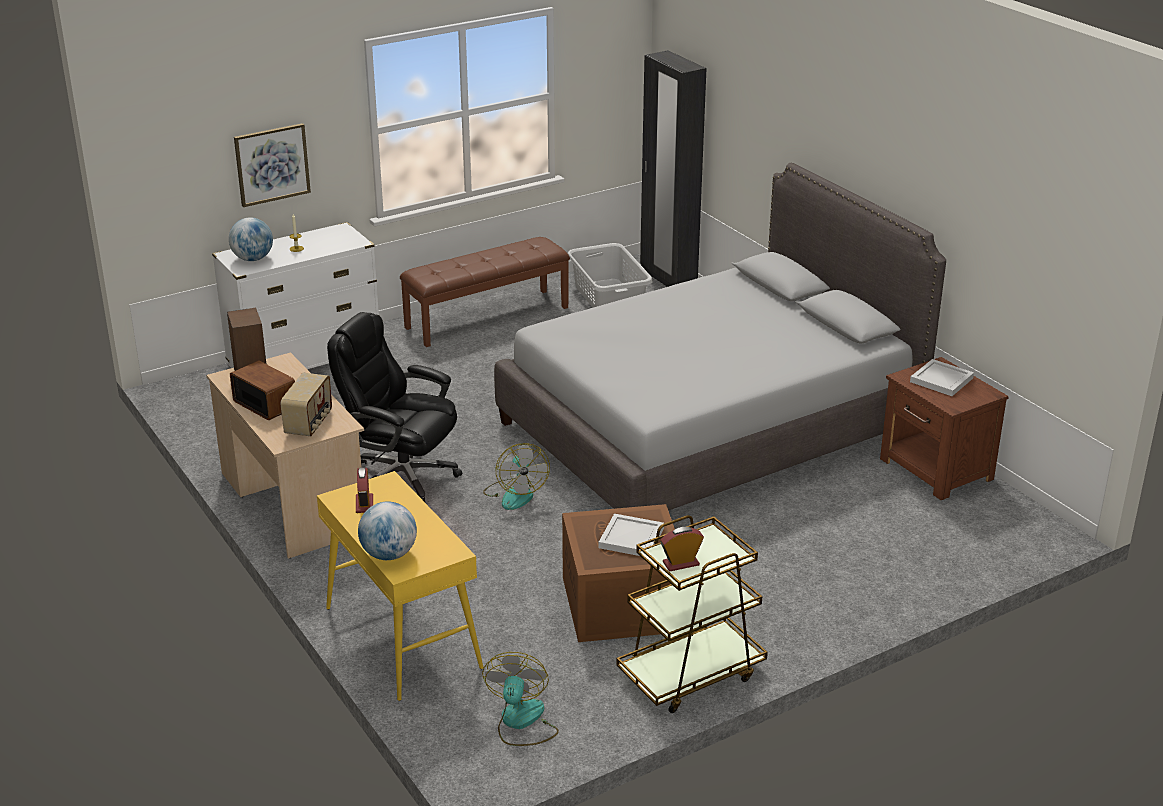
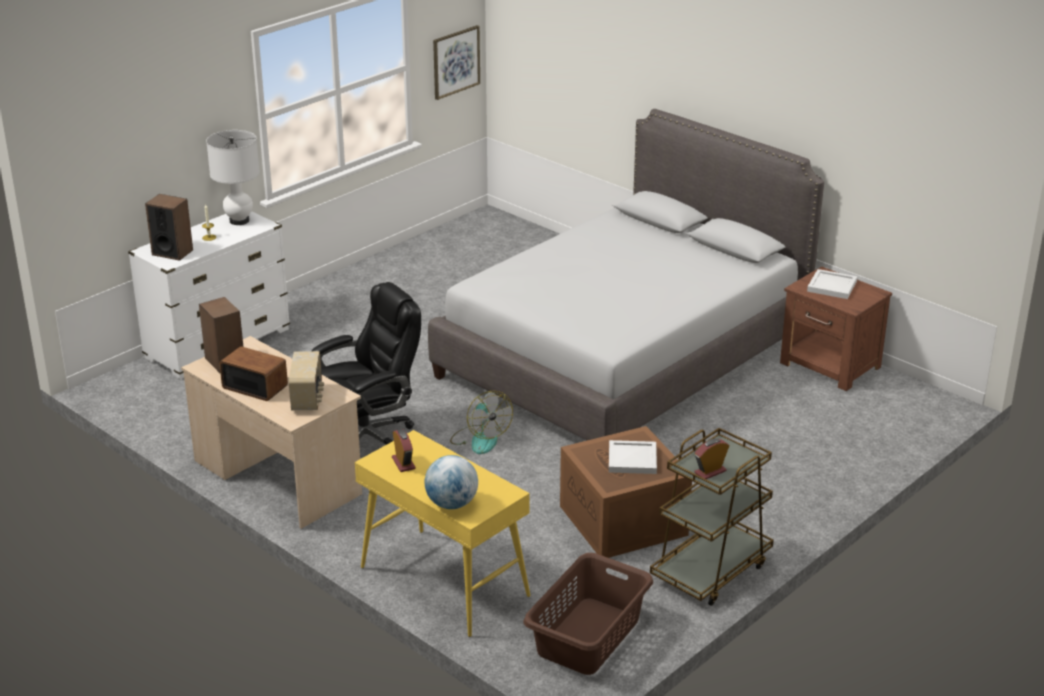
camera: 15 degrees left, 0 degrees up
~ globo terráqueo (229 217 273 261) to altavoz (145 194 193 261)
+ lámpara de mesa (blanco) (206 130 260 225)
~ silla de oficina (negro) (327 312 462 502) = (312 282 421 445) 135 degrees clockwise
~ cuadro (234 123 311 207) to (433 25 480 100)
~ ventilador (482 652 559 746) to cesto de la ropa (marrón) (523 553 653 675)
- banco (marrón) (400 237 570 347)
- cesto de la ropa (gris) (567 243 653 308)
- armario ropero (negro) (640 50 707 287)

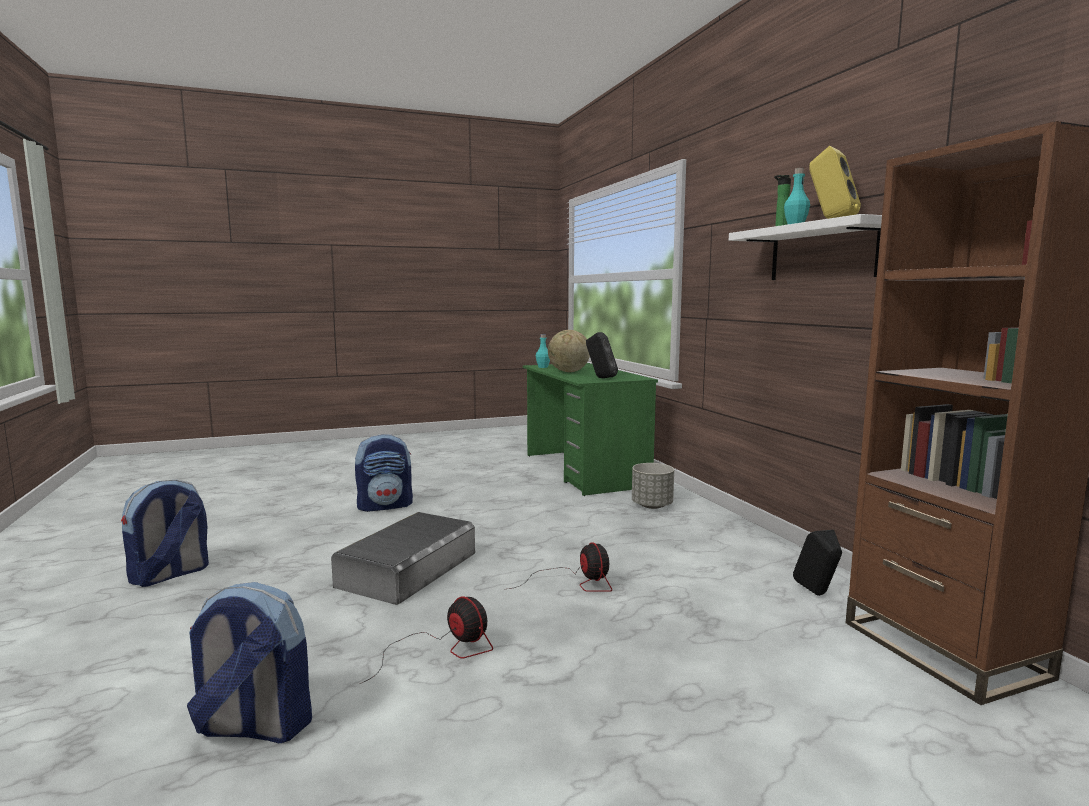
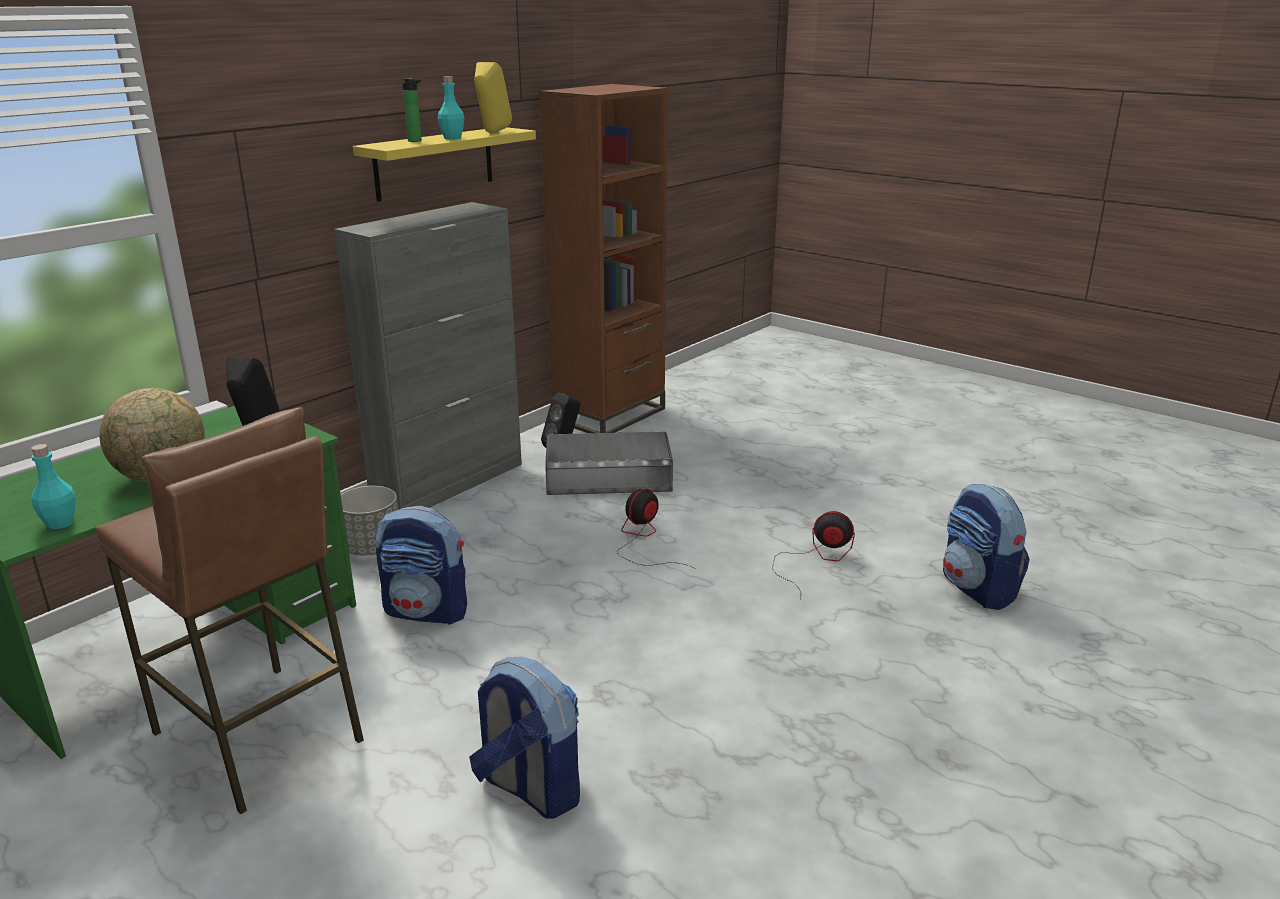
camera: 120 degrees left, 15 degrees up
+ taburete (marrón) (96 407 364 814)
+ armario (gris) (335 202 522 509)
~ estante (blanco) (729 214 882 280) to estante (amarillo) (353 127 536 202)
~ mochila (121 480 209 587) to (376 505 467 625)
~ caja de almacenaje (gris) (331 512 475 605) to (545 432 673 495)
~ ventilador (360 597 493 684) = (772 511 855 600) 90 degrees clockwise

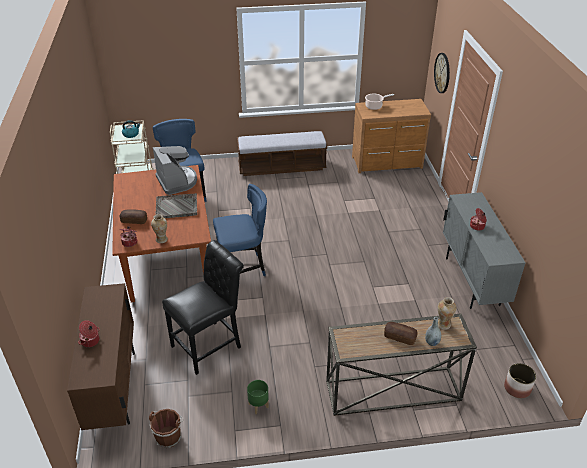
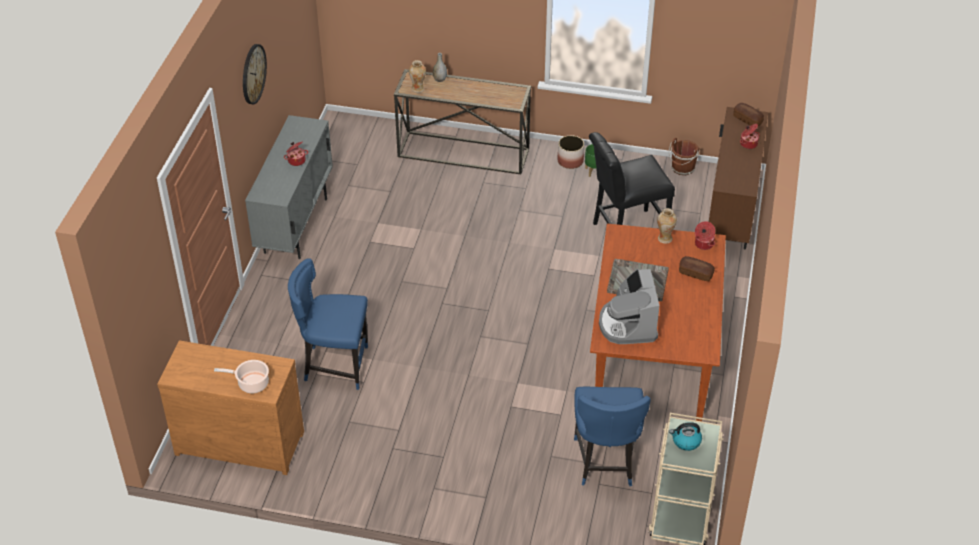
camera: 160 degrees left, 5 degrees up
~ reloj de pared (434 53 450 93) to (243 44 267 105)
~ silla (azul) (213 184 267 276) to (288 258 368 390)
~ maceta (504 363 536 398) to (557 135 584 169)
~ pan (384 322 418 345) to (733 103 764 126)
- banco (237 131 327 176)

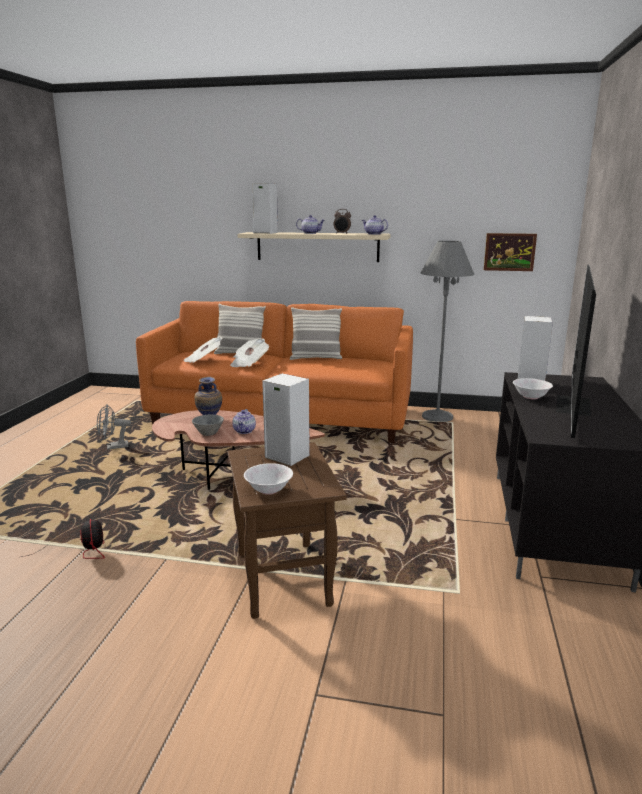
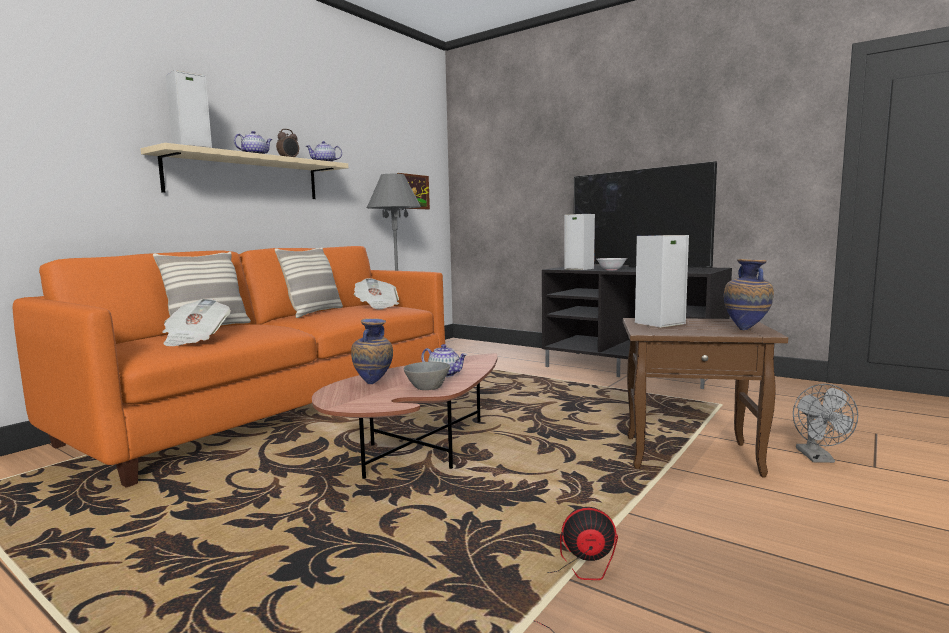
camera: 65 degrees left, 10 degrees down
~ periódico (230 338 269 367) to (354 278 399 309)
~ cuenco (blanco) (244 463 293 495) to florero (724 259 774 330)
~ ventilador (gris) (97 404 131 450) to (793 384 858 463)

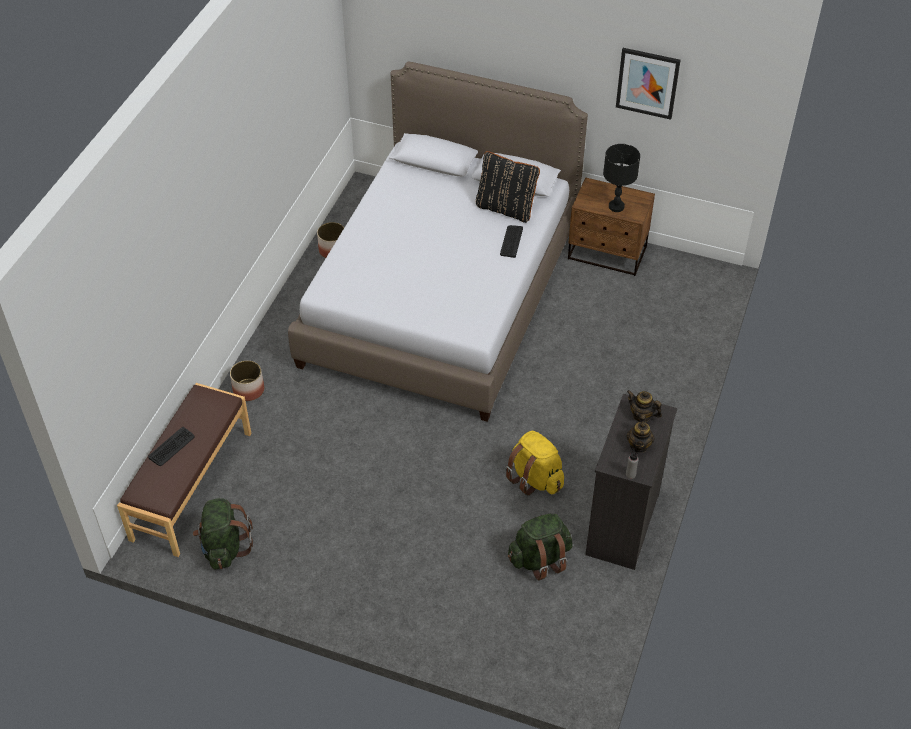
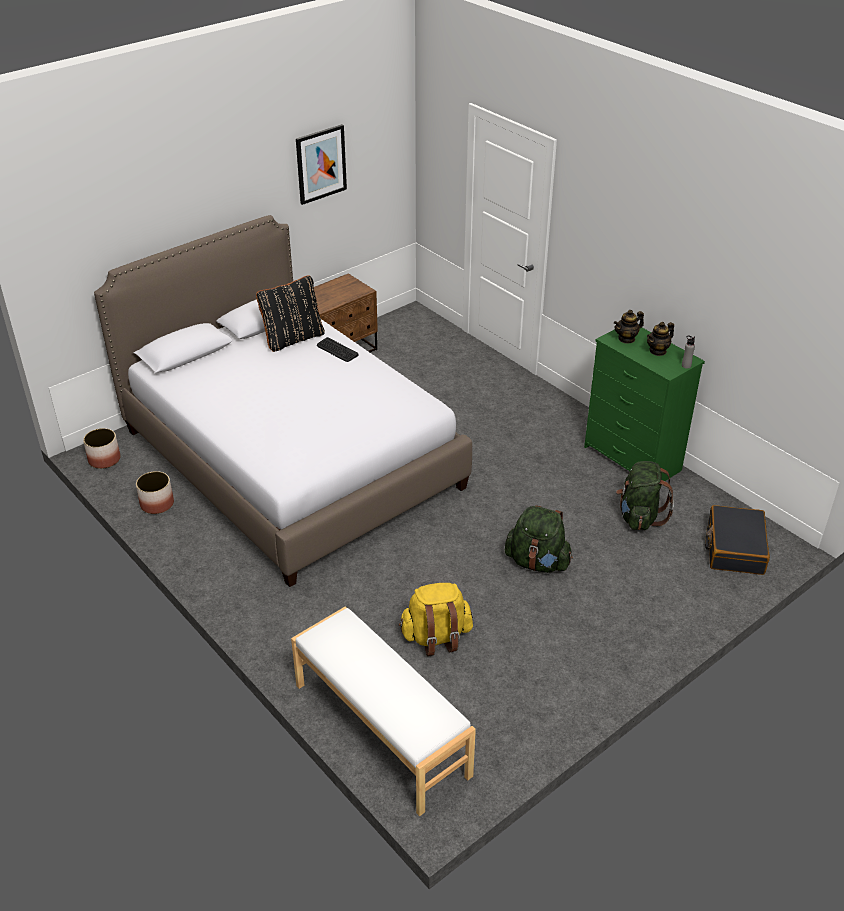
camera: 60 degrees left, 10 degrees down
~ maceta (230 360 264 401) to (83 428 120 469)
~ banco (marrón) (117 383 251 557) to banco (blanco) (291 607 476 816)
~ mochila (amarillo) (505 431 564 495) to (399 583 473 656)
~ mochila (verde) (193 498 253 570) to (505 505 573 573)
~ cómoda (negro) (585 394 677 570) to cómoda (verde) (584 328 705 481)
~ tetera (626 414 655 453) = (647 322 674 356) 105 degrees clockwise
+ maleta (negro) (705 505 770 575)
- teclado (148 427 195 466)
- lámpara de mesa (negro) (603 144 640 212)

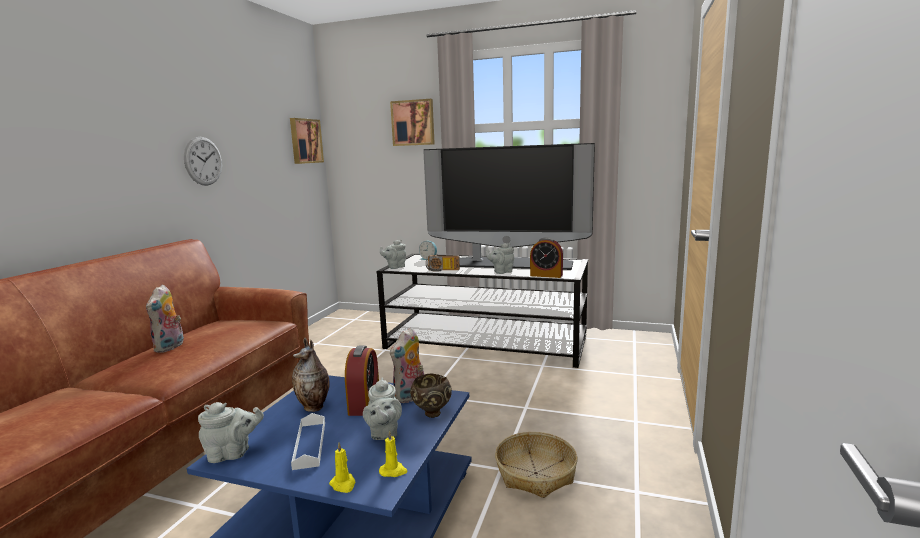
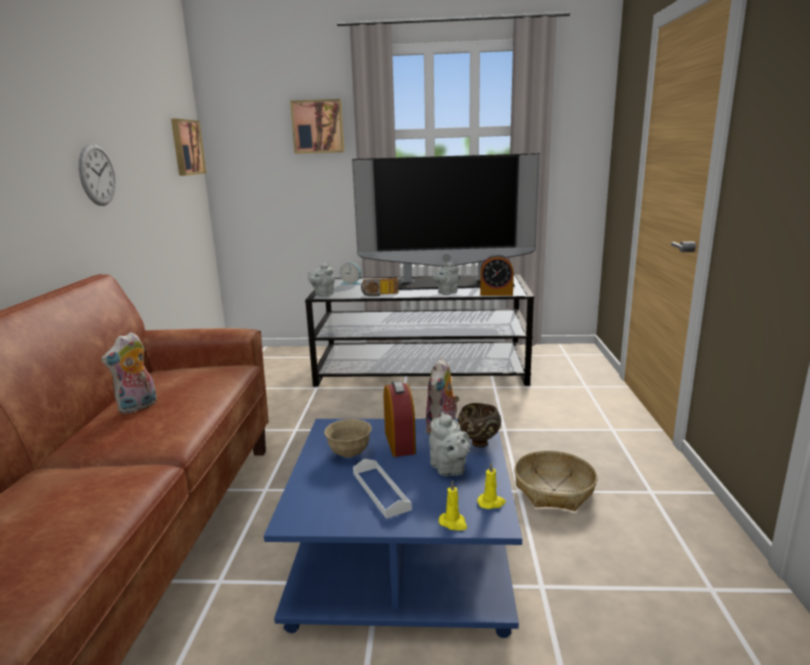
camera: 15 degrees left, 5 degrees up
~ peluche (146 284 184 353) = (101 332 157 414) 45 degrees clockwise
~ florero (292 338 330 412) to cuenco (beis) (324 419 372 458)
- tetera (gris) (198 402 264 463)

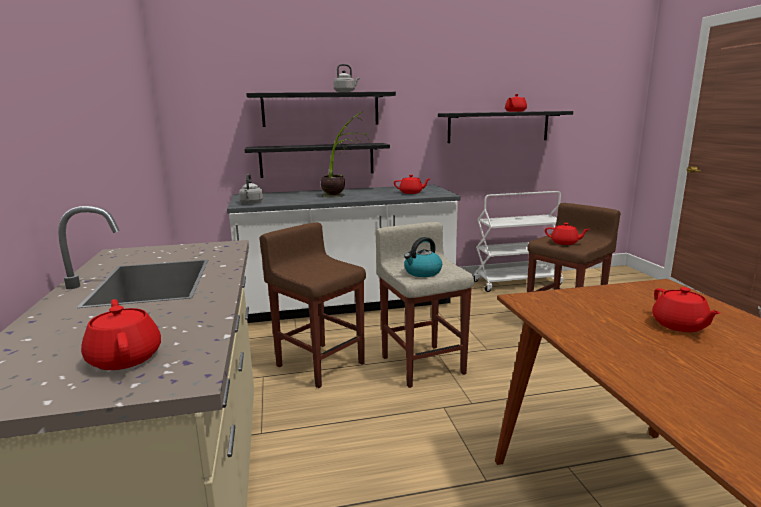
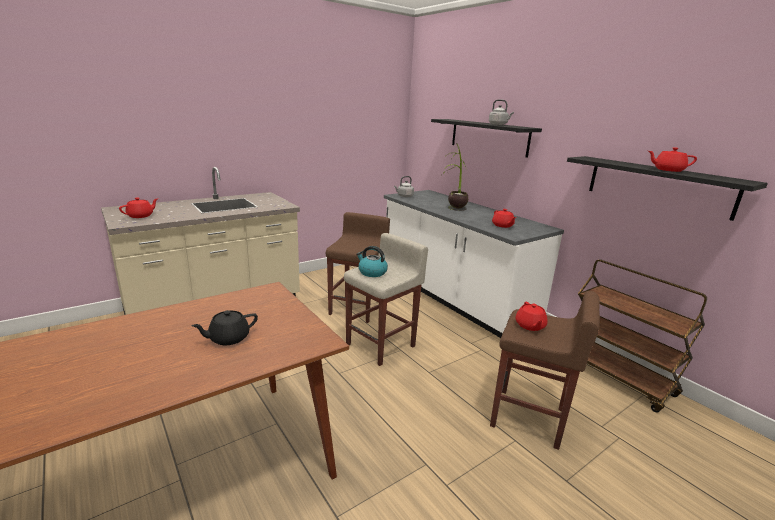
camera: 65 degrees right, 5 degrees up
~ tetera (rojo) (652 287 720 332) to tetera (negro) (191 310 258 345)
~ carrito (blanco) (473 191 563 292) to carrito (marrón) (578 259 707 412)
- estante (negro) (244 143 390 178)

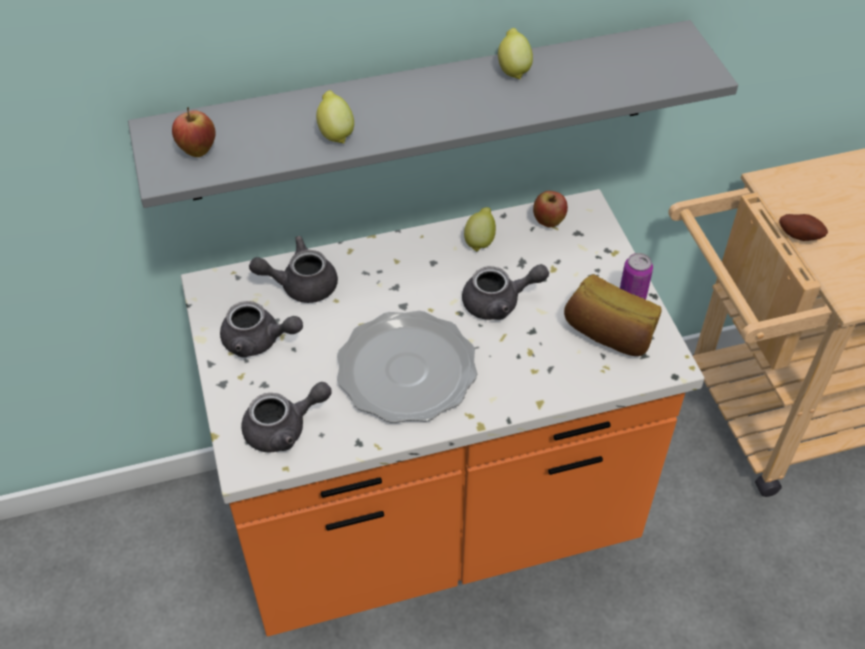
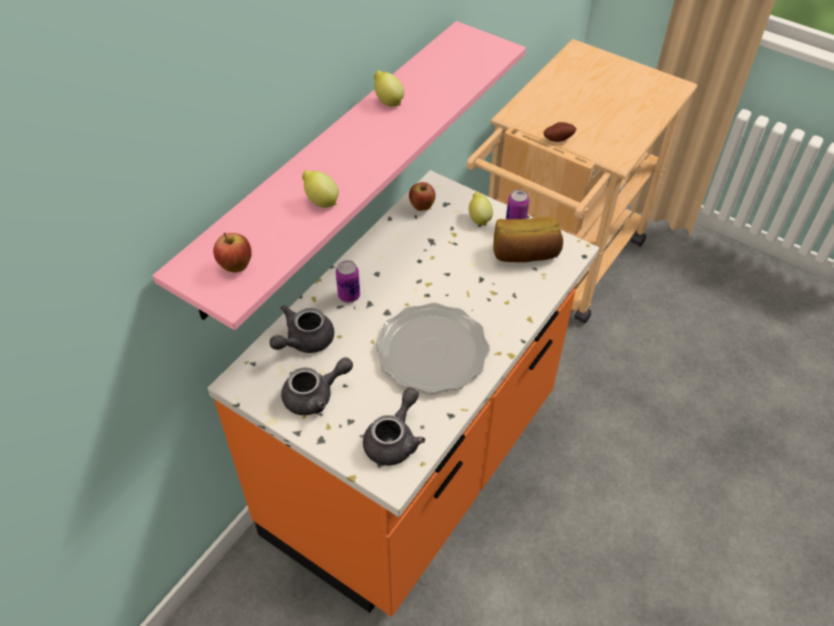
camera: 40 degrees left, 0 degrees up
~ estante (gris) (128 20 738 208) to estante (rosa) (152 21 526 330)
+ lata (336 261 360 303)
~ limón (464 207 496 252) to (469 192 493 226)
- tetera (gris) (462 264 549 320)

